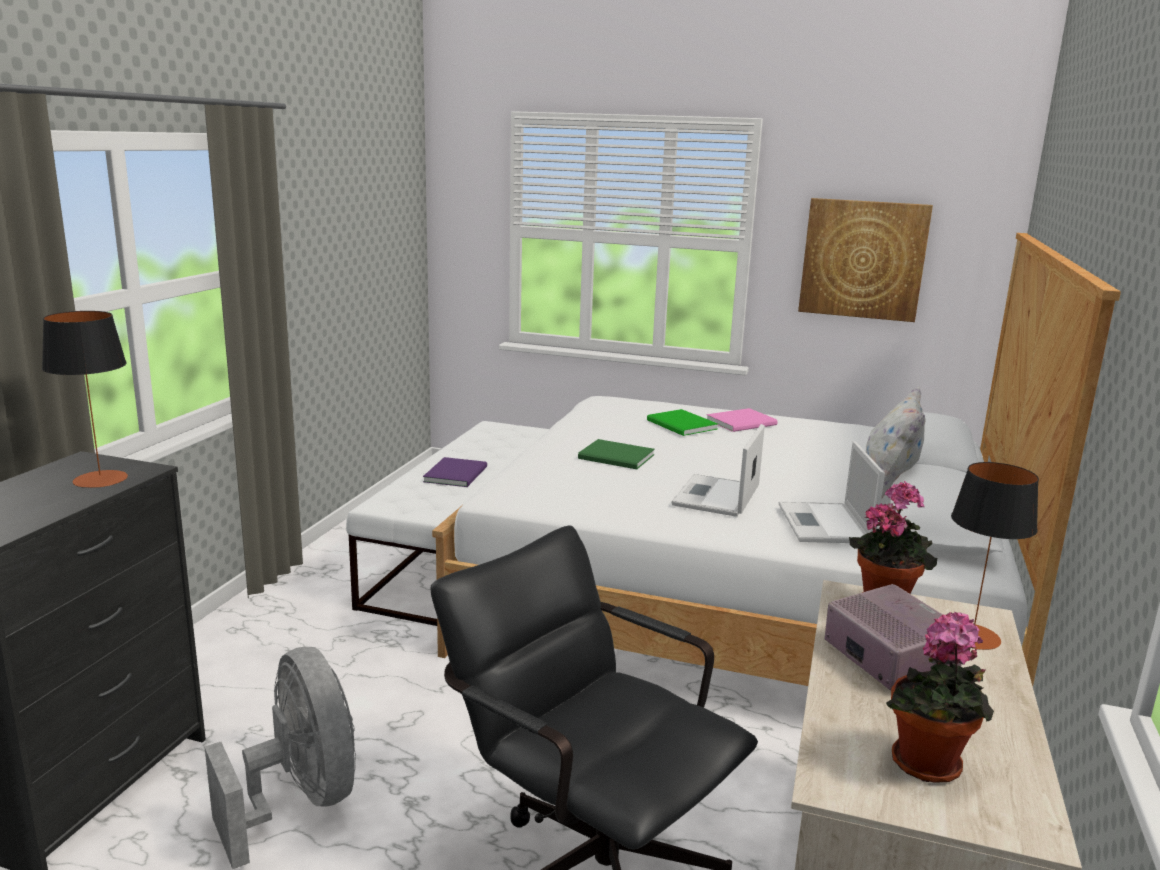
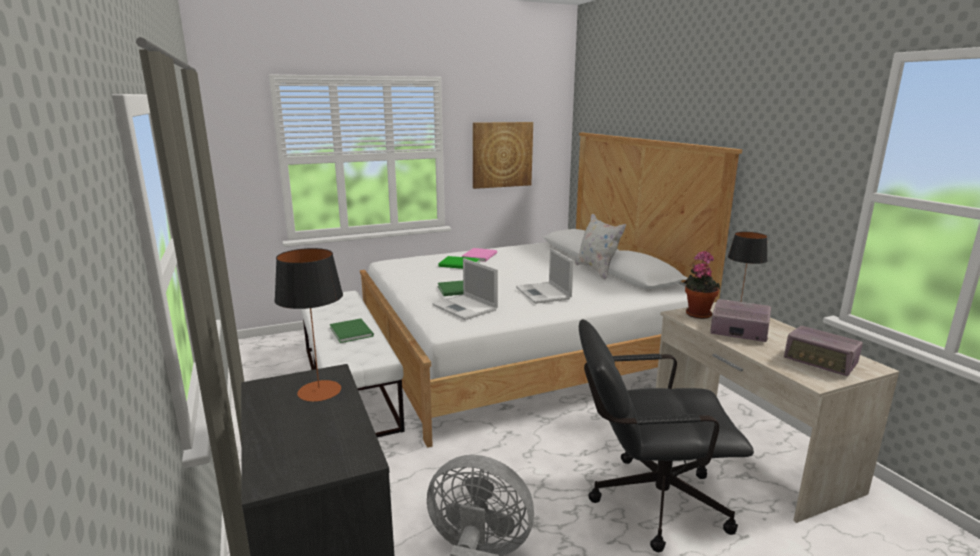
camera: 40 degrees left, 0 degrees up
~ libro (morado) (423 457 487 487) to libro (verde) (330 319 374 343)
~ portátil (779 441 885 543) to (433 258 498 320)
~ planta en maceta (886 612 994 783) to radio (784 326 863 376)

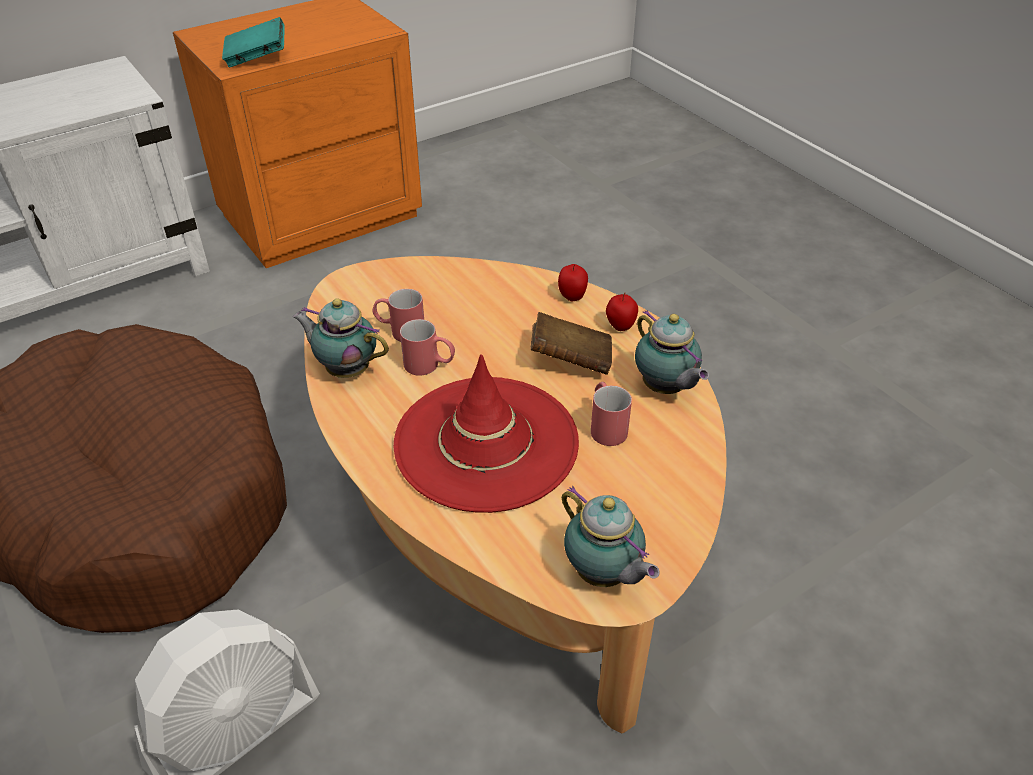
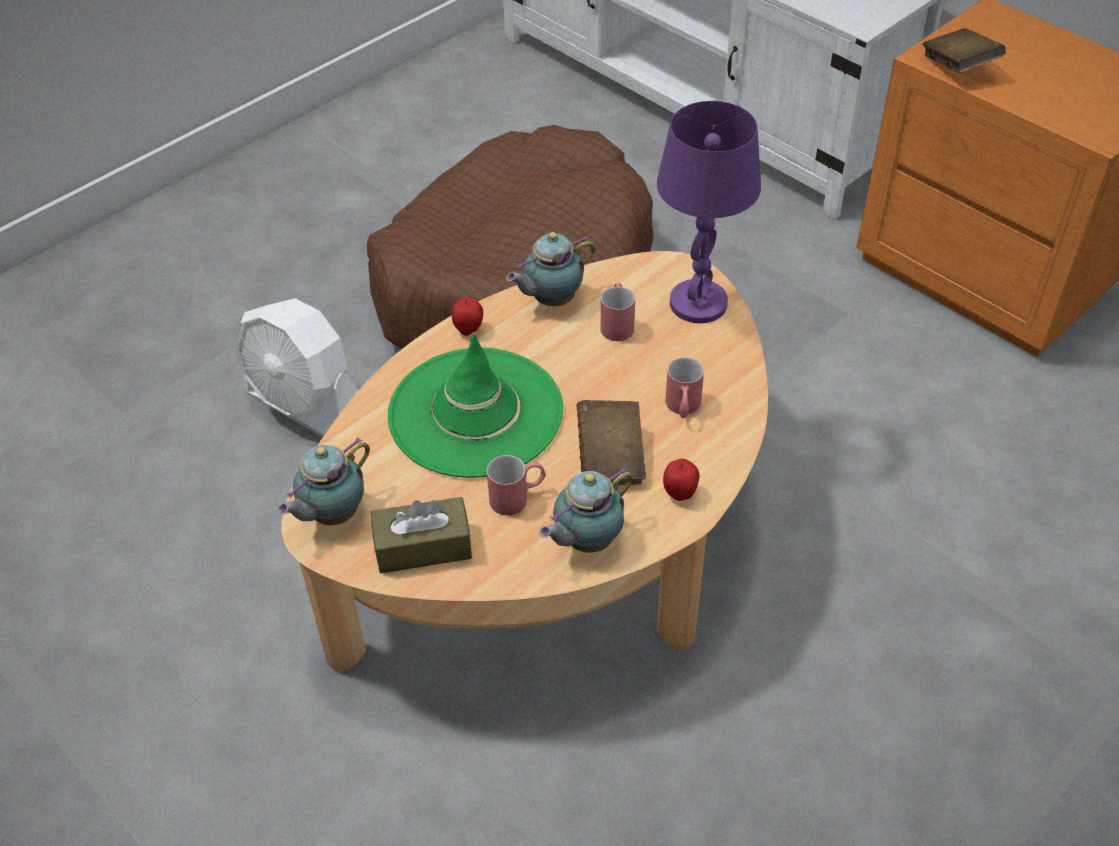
camera: 80 degrees right, 5 degrees up
+ caja de pañuelos (marrón) (371 497 472 573)
~ sombrero (rojo) (394 354 579 513) to sombrero (verde) (388 333 563 478)
~ manzana (558 264 588 301) to (452 296 483 336)
~ tetera (293 298 389 378) = (506 232 596 306) 135 degrees counterclockwise
+ lámpara de mesa (morado) (657 101 761 323)
~ taza grande (rojo) (400 319 455 376) to (665 357 704 418)
~ libro (turquesa) (222 17 285 68) to libro (marrón) (922 28 1006 73)

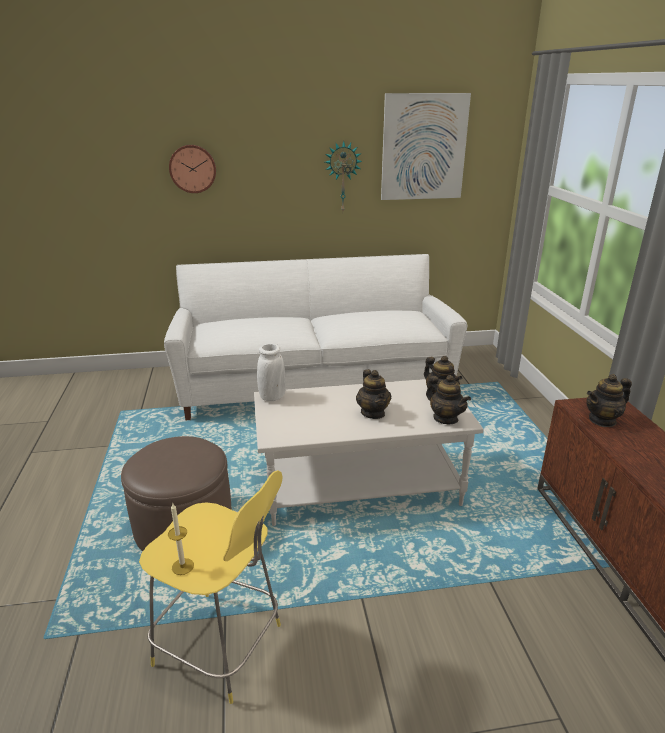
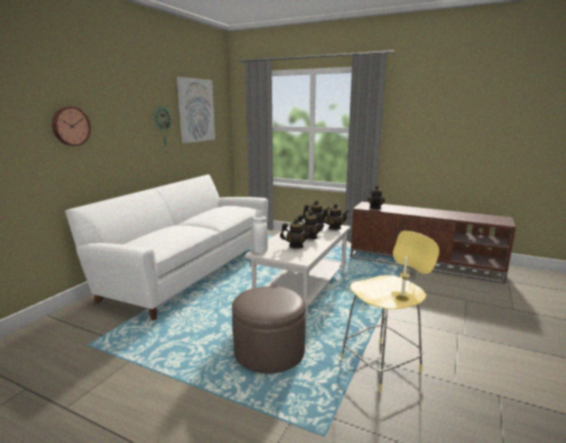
camera: 55 degrees left, 10 degrees down
+ tetera (280 218 312 249)

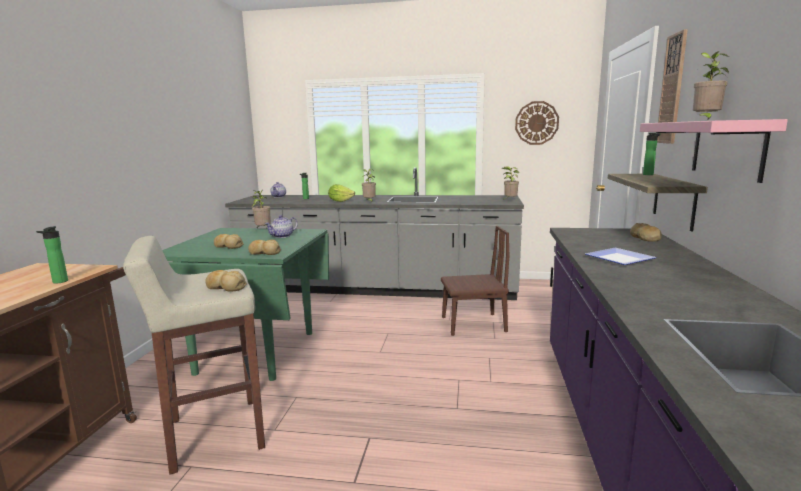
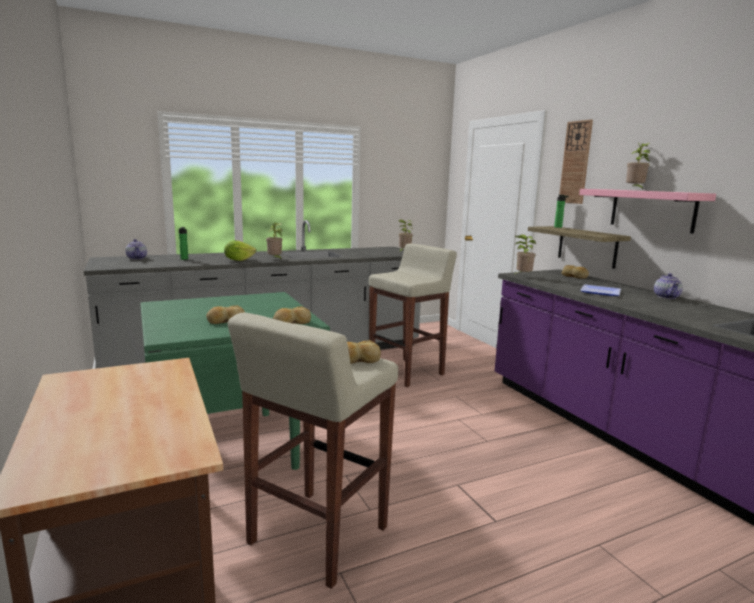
camera: 35 degrees left, 0 degrees up
~ silla (marrón) (441 226 510 336) to taburete (beis) (369 244 457 387)
~ planta en maceta (252 189 271 229) to (512 235 536 276)
~ tetera (265 215 298 238) to (654 273 683 299)
- botella (36 226 68 284)
- reloj de pared (515 101 559 145)

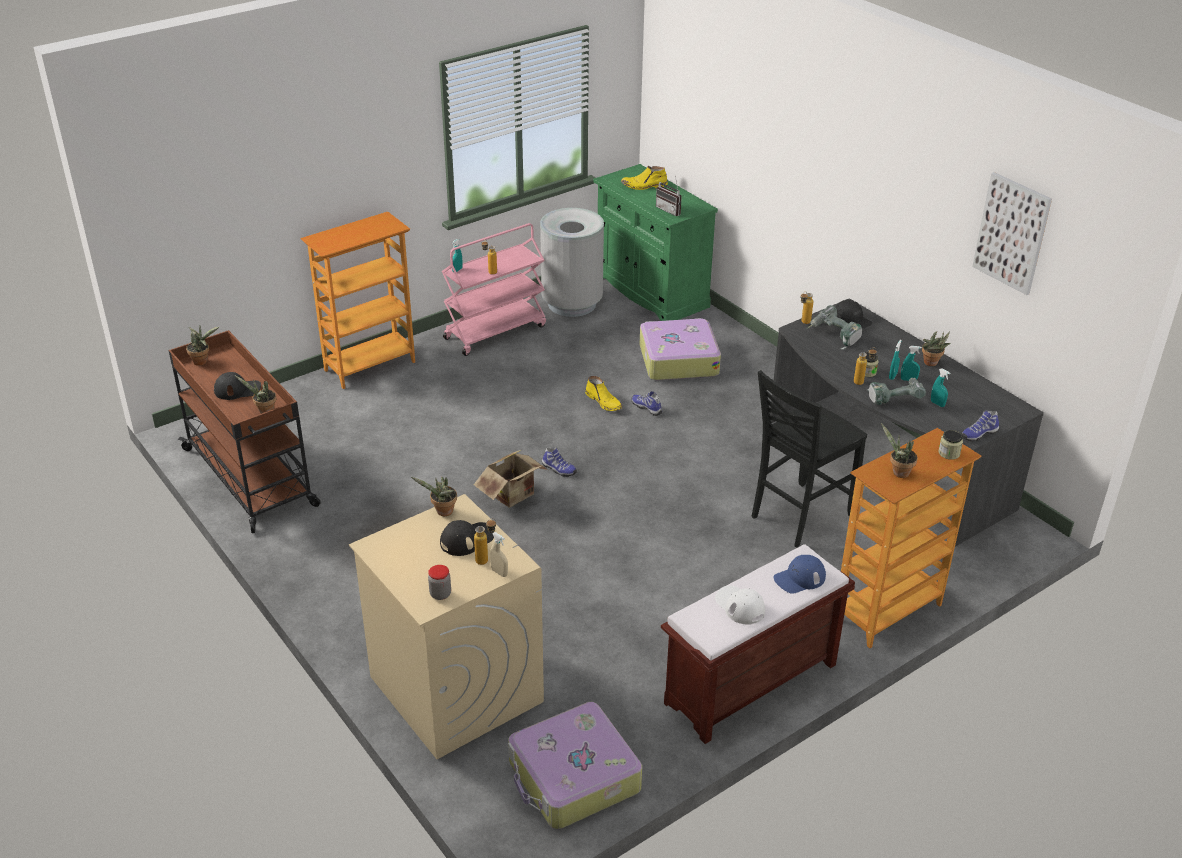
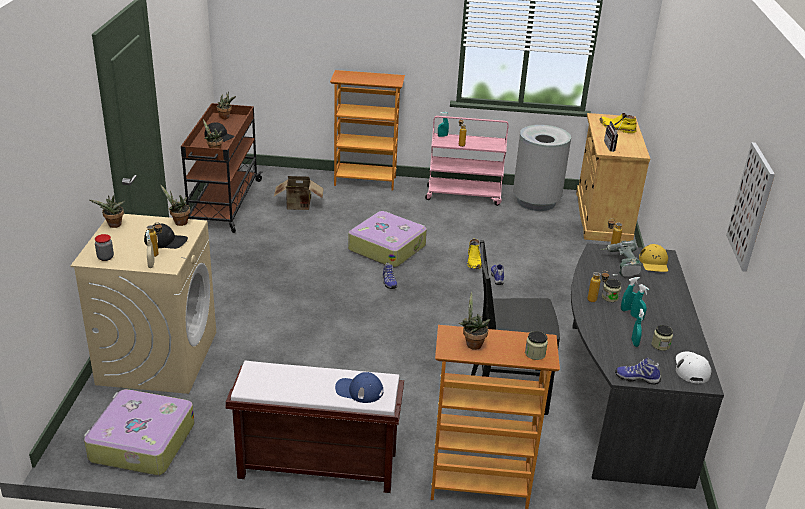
camera: 40 degrees right, 5 degrees down
~ planta en maceta (922 331 951 366) to (90 195 125 228)
~ caja de cartón (474 450 548 508) to (274 176 324 210)
~ maleta (639 318 721 380) to (348 211 427 268)
~ armario (verde) (593 164 718 321) to armario (beis) (576 113 650 242)
~ gorra (negro) (835 300 872 329) to gorra (amarillo) (639 244 668 272)
+ tarro (651 325 673 351)
~ gorra (blanco) (715 586 765 625) to (676 352 712 384)
- taladro (868 378 926 405)

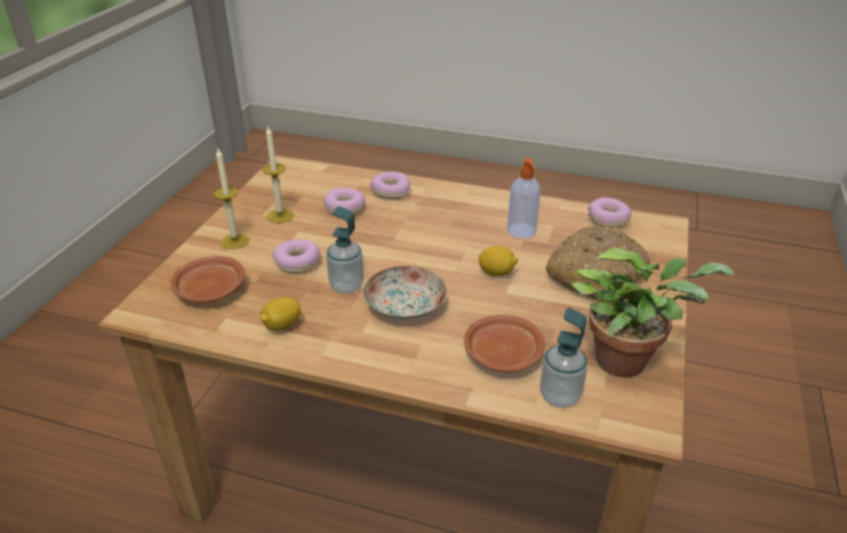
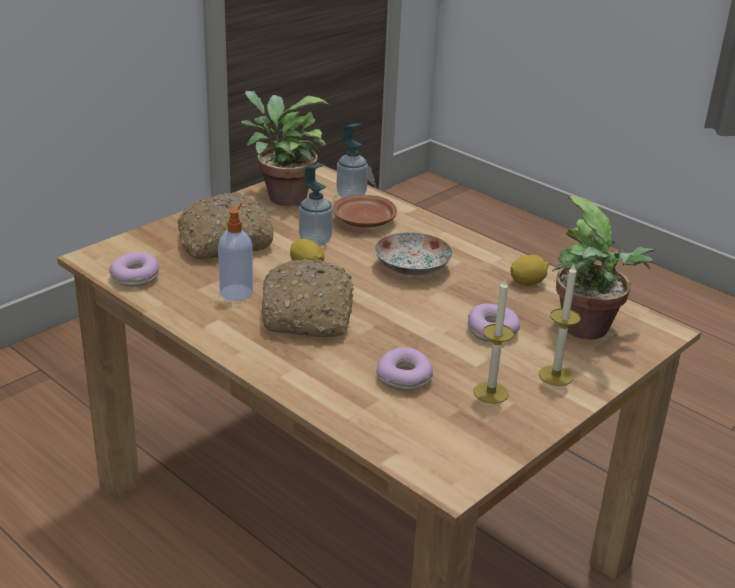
camera: 155 degrees left, 5 degrees down
+ pan (262 259 354 337)
~ dispensador de jabón (326 206 364 294) to (299 164 333 246)
~ plato (marrón) (171 256 245 302) to planta en maceta (553 196 655 340)
- rosquilla (370 171 410 199)

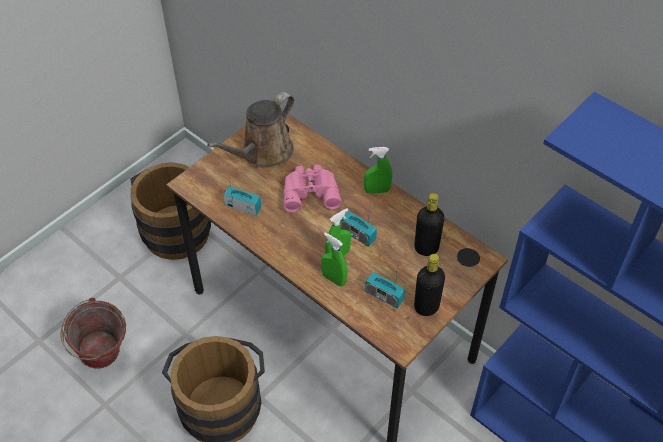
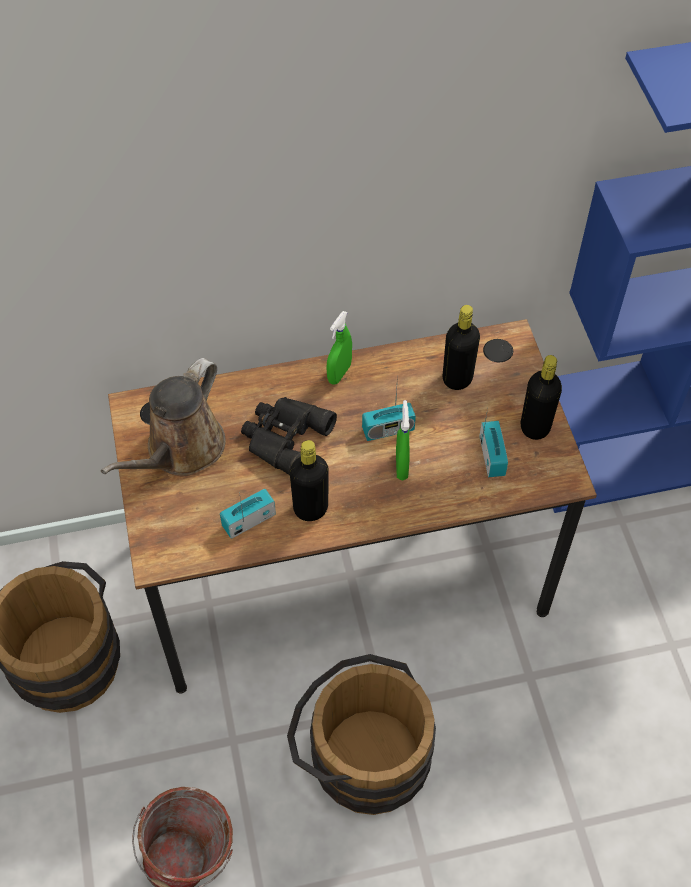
camera: 55 degrees left, 5 degrees up
~ regadera (marrón) (207 92 294 168) = (101 358 226 476) 45 degrees clockwise
~ prismáticos (rosa) (283 165 341 213) to prismáticos (negro) (241 397 337 475)
+ botella (negro) (290 440 329 521)
~ radio (365 264 405 308) = (479 409 508 477) 75 degrees counterclockwise
- pulverizador (verde) (321 232 347 286)

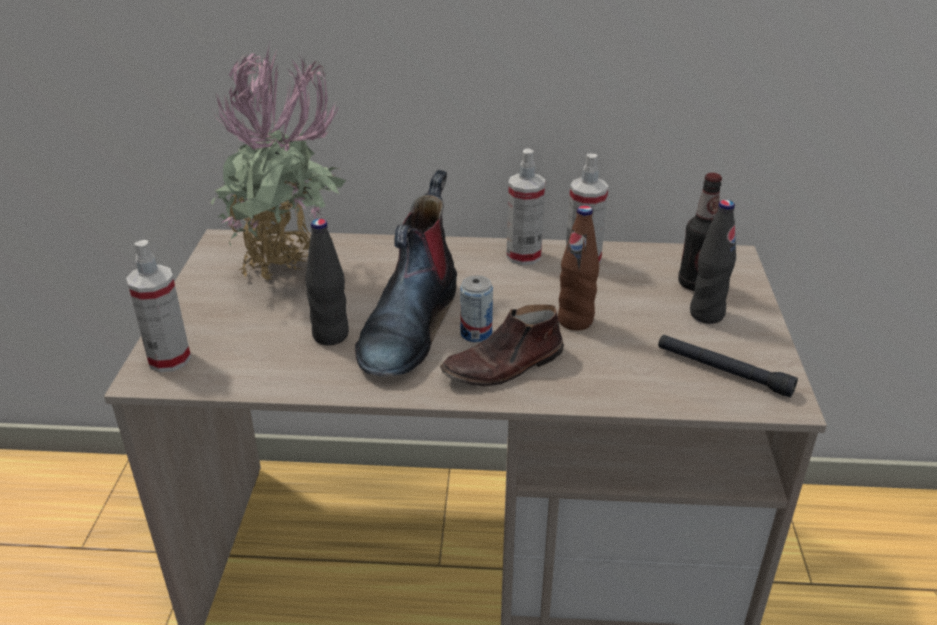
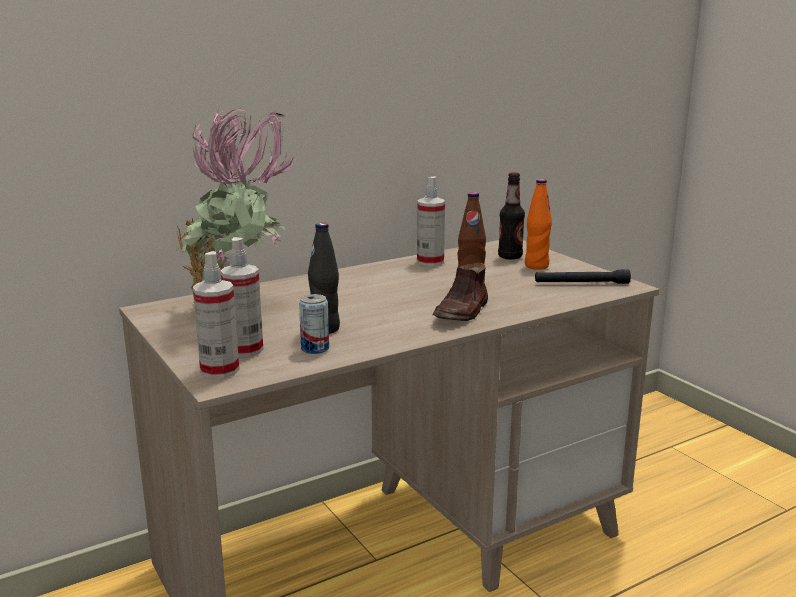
camera: 35 degrees left, 15 degrees down
~ pulverizador (506 148 545 265) to (220 237 263 358)
~ lata (460 275 493 342) to (299 294 329 354)
~ botella (negro) (690 200 736 324) to botella (naranja) (525 179 552 270)
- bota (355 170 457 377)

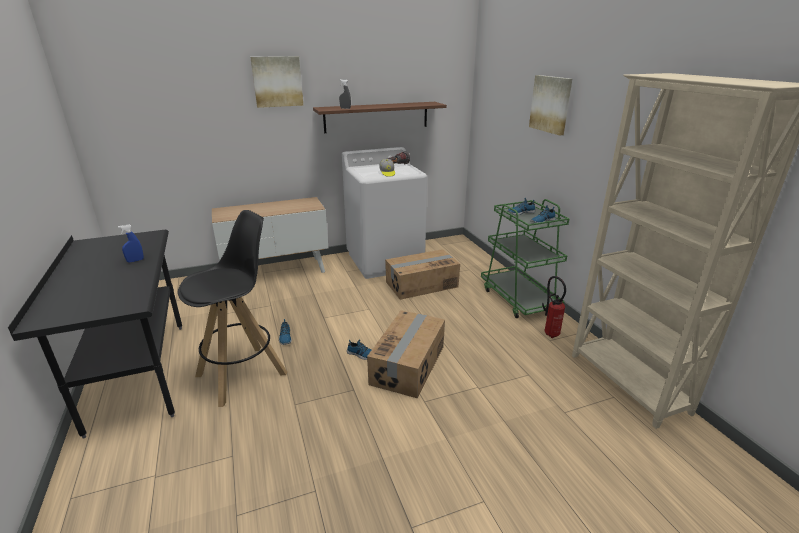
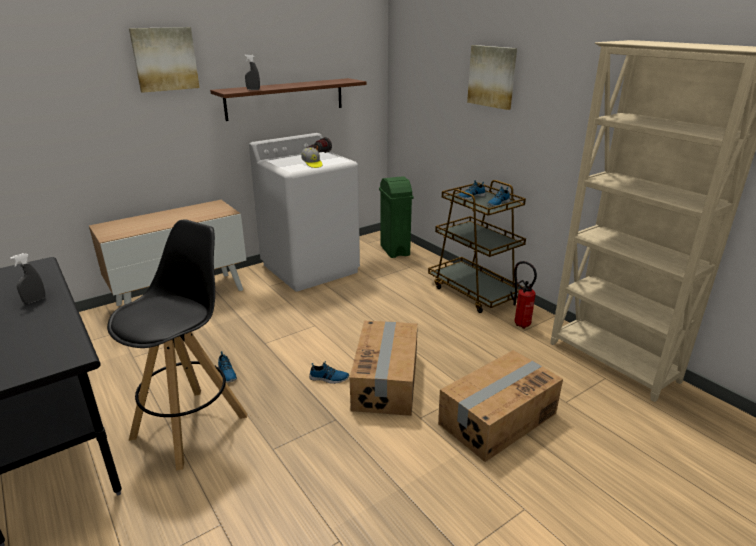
camera: 15 degrees left, 0 degrees up
~ pulverizador (azul) (118 224 144 262) to pulverizador (gris) (10 253 45 304)
+ papelera (verde) (379 176 414 258)
~ carrito (verde) (481 199 569 318) to carrito (marrón) (428 180 526 313)
~ caja de cartón (385 249 460 300) to (438 350 563 462)

